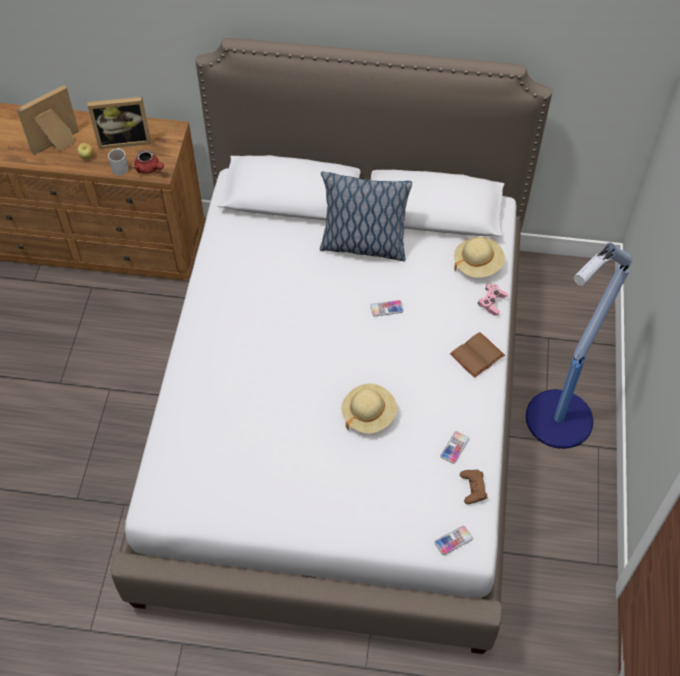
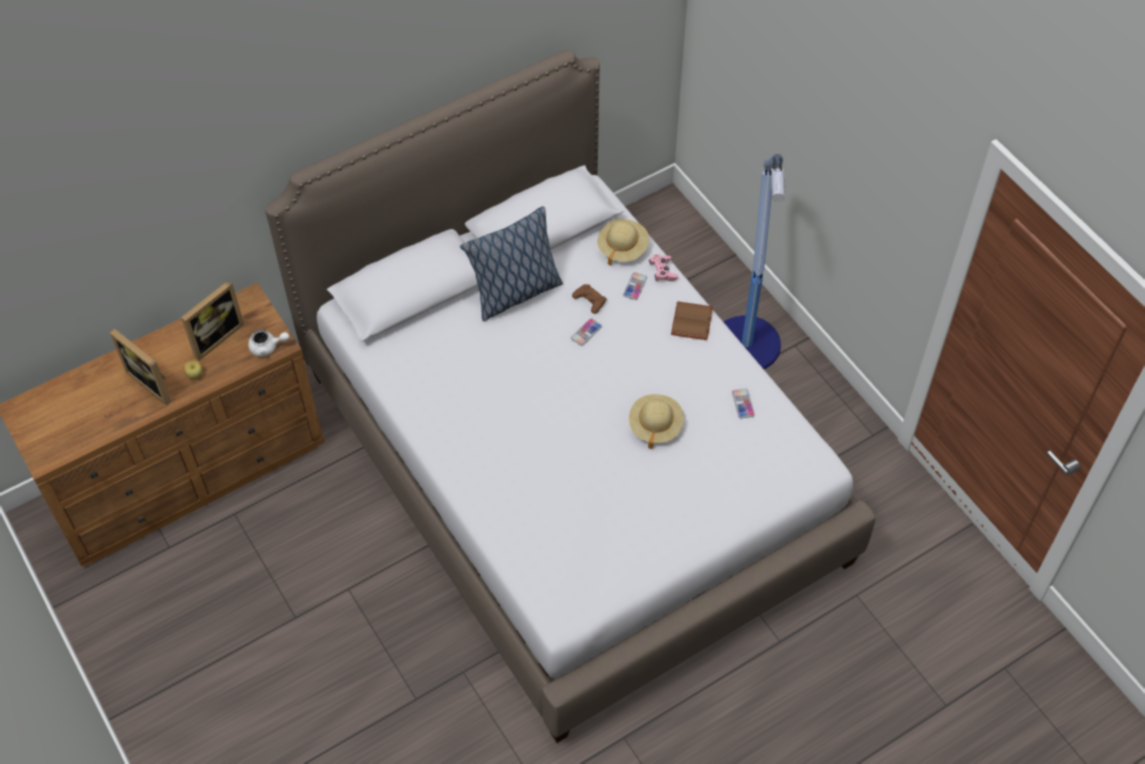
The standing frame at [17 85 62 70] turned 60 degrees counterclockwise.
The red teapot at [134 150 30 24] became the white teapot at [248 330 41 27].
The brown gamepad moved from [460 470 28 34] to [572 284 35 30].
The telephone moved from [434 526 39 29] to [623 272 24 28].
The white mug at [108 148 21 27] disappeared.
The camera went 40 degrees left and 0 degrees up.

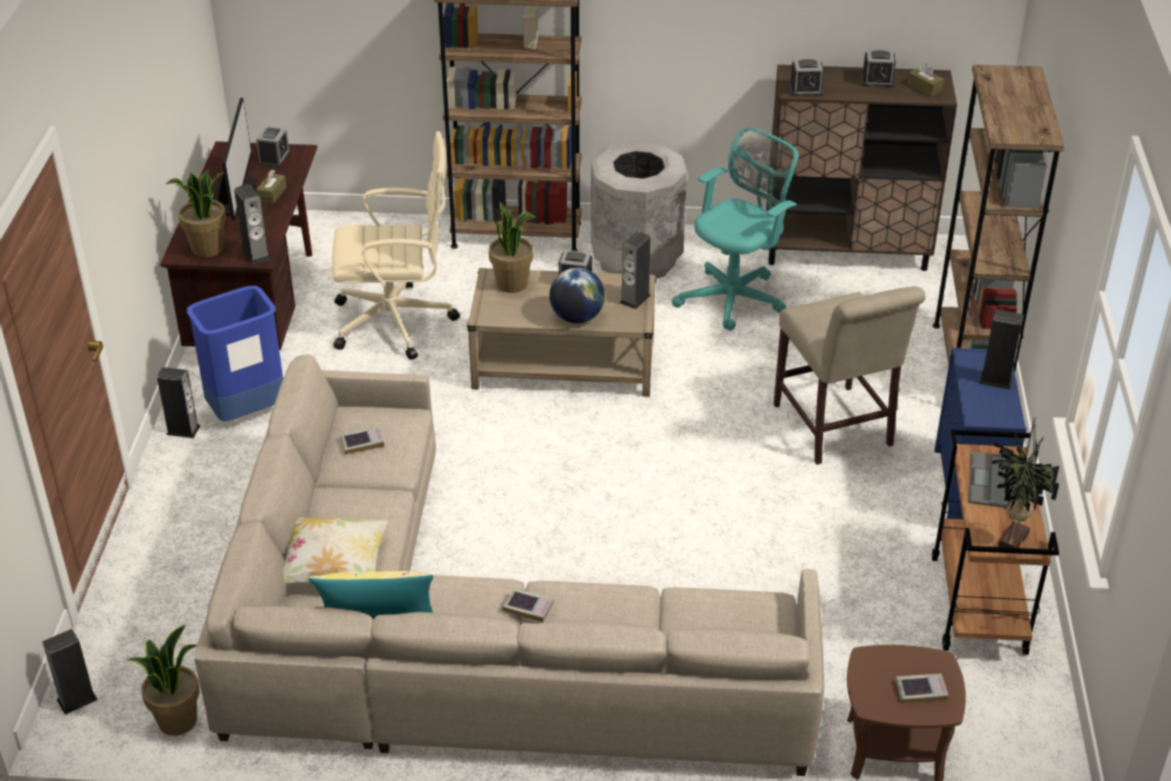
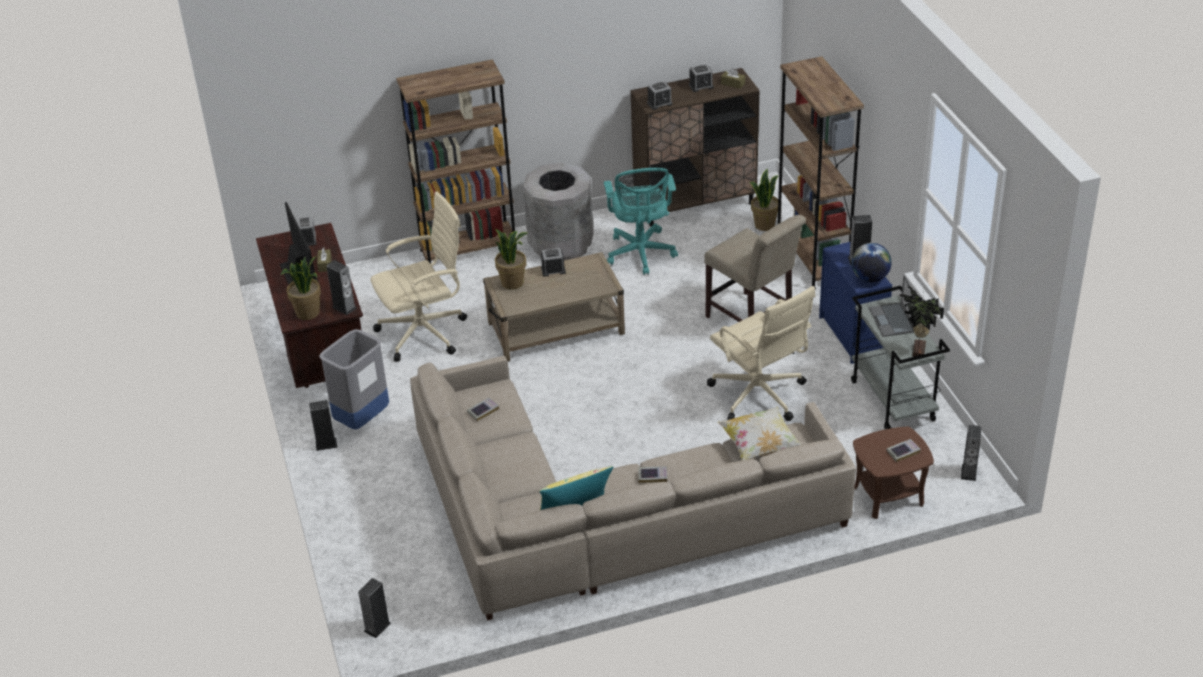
The bluish waste bin at [187 286 96 135] became the grey waste bin at [319 329 70 100].
The blue-green desk chair at [672 127 127 204] turned 150 degrees clockwise.
The beige desk chair at [707 286 108 135] appeared.
The cushion moved from [283 517 106 67] to [718 406 84 55].
The potted plant moved from [127 625 73 111] to [750 169 29 62].
The world globe moved from [549 268 56 55] to [851 243 41 39].
The brown cart at [932 430 127 225] became the grey cart at [851 286 99 143].
The speaker moved from [620 231 31 78] to [961 425 20 56].
The camera went 20 degrees left and 0 degrees up.

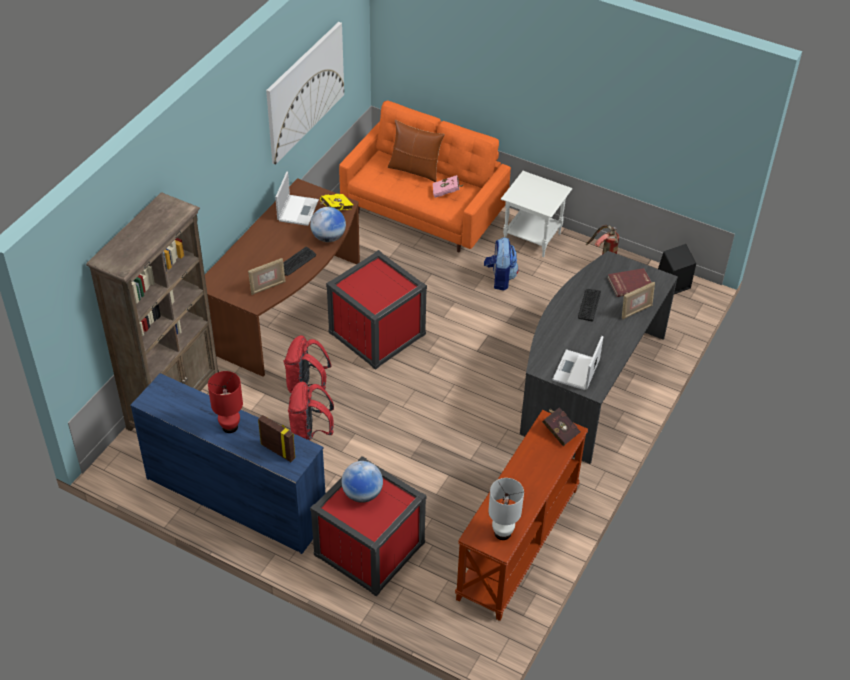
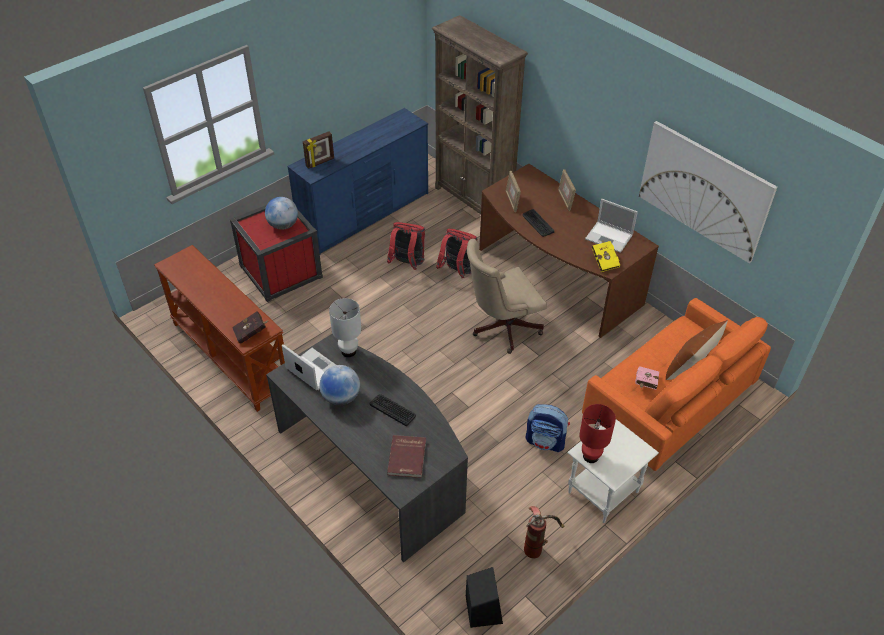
The world globe moved from [310 207 36 35] to [320 365 40 40].
The white lamp for a table moved from [488 478 36 62] to [329 298 32 59].
The red storage box at [326 250 101 120] was replaced by the beige desk chair at [467 239 80 115].
The standing frame moved from [622 282 33 37] to [558 169 18 42].
The red lamp for a table moved from [208 371 35 62] to [579 404 37 59].
The camera went 110 degrees right and 0 degrees up.

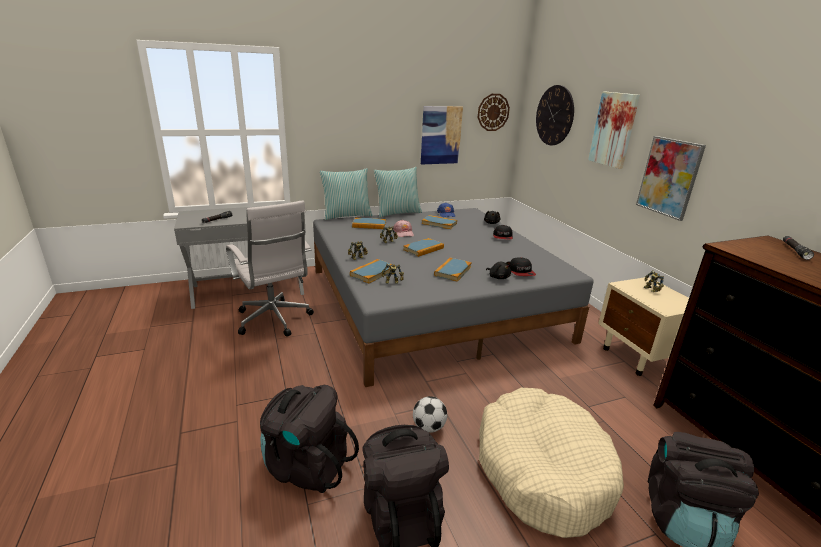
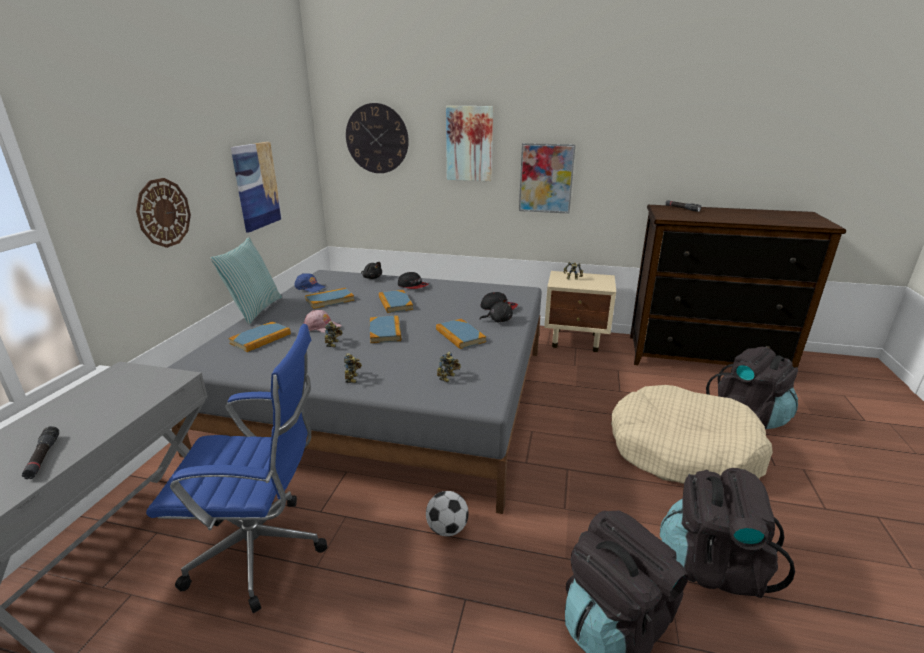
The clock on the wall moved from [477 94 33 37] to [136 178 55 70].
The white desk chair at [226 201 88 136] became the bluish desk chair at [146 324 181 289].
The bound book moved from [350 259 46 24] to [379 290 34 23].
The football ball moved from [413 396 34 37] to [426 491 43 45].
The cushion at [320 168 53 52] disappeared.
The camera went 55 degrees left and 0 degrees up.

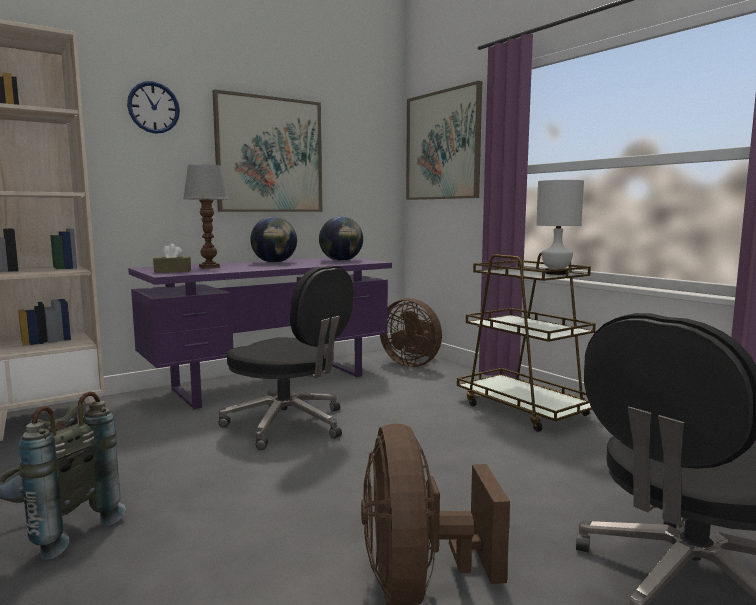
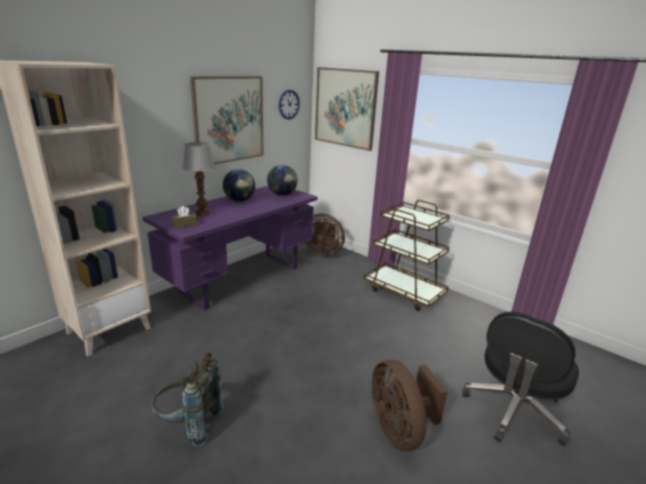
The clock on the wall moved from [127 81 53 53] to [279 90 21 29].
The blackish desk chair at [219 266 135 184] disappeared.
The white lamp for a table at [536 180 48 95] disappeared.
The camera went 15 degrees left and 15 degrees up.

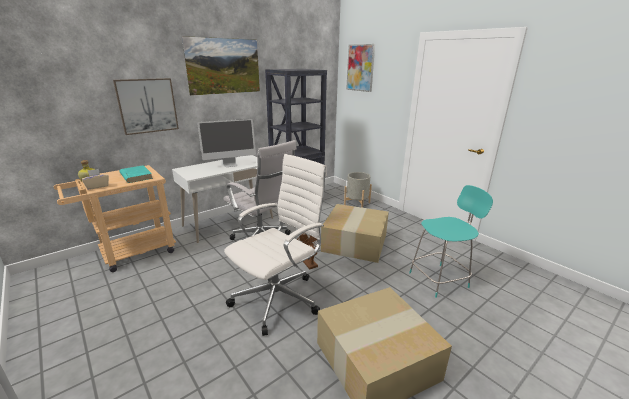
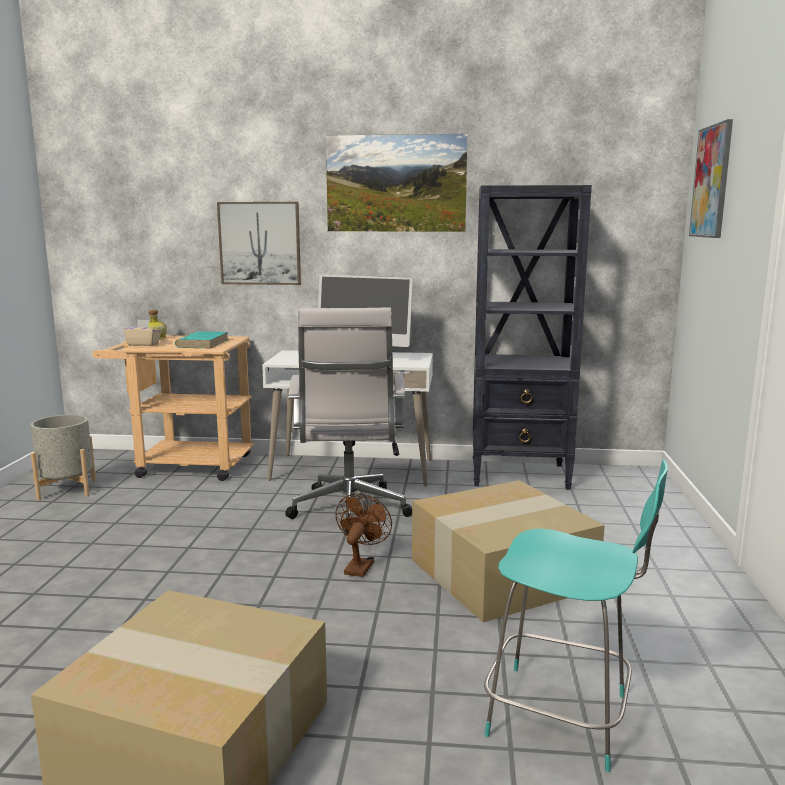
The grey plant pot moved from [344 172 28 36] to [30 414 66 87].
The white desk chair at [224 154 103 182] disappeared.
The camera went 45 degrees right and 10 degrees down.

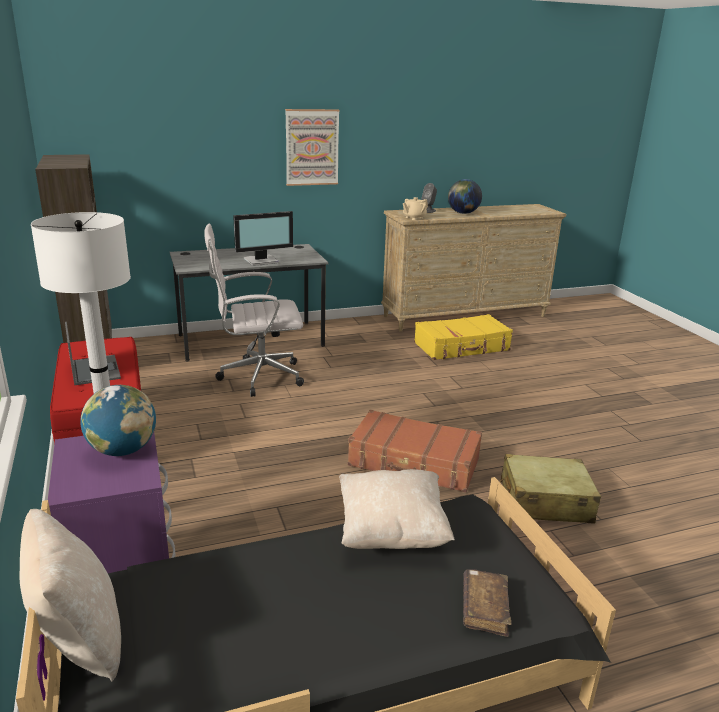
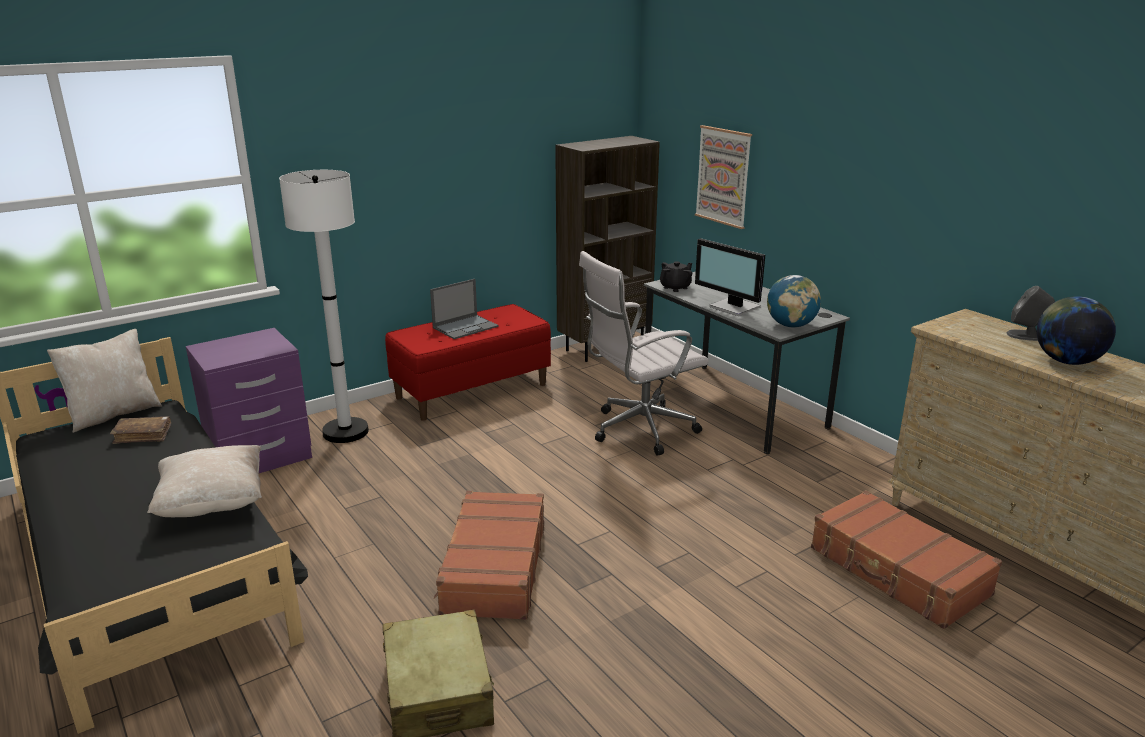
The brown bound book moved from [463 569 48 68] to [110 416 61 28].
The white desk chair at [204 224 100 173] turned 90 degrees counterclockwise.
The blackish teapot at [660 261 32 31] appeared.
The wall picture moved from [285 109 54 77] to [695 125 57 104].
The world globe moved from [80 385 76 71] to [767 275 54 53].
The yellow travel case at [414 314 99 46] became the brown travel case at [811 490 191 139].
The beige teapot at [403 197 25 23] disappeared.
The camera went 75 degrees right and 0 degrees up.

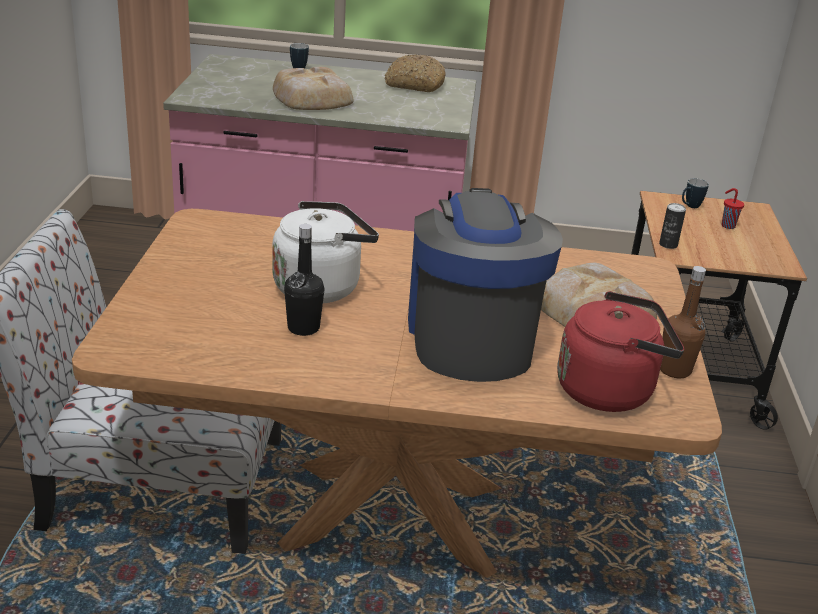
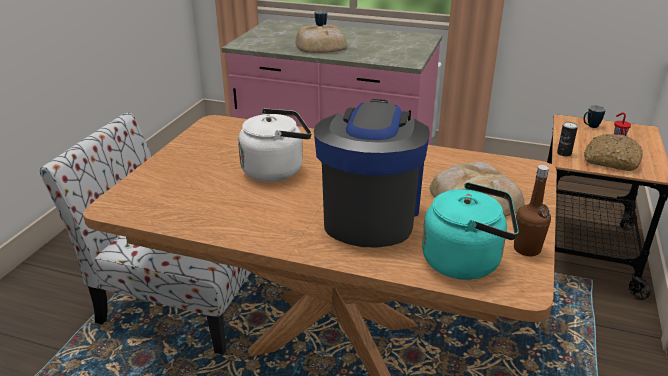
The red tea kettle at [557 291 127 121] became the blue-green tea kettle at [422 182 97 98].
The bakery bread moved from [385 54 61 38] to [584 134 59 37].
The blackish beverage bottle at [284 224 41 112] disappeared.
The camera went 15 degrees right and 0 degrees up.

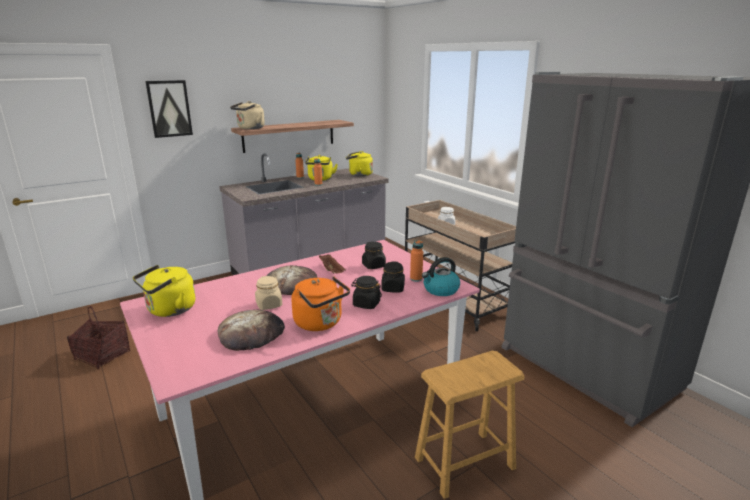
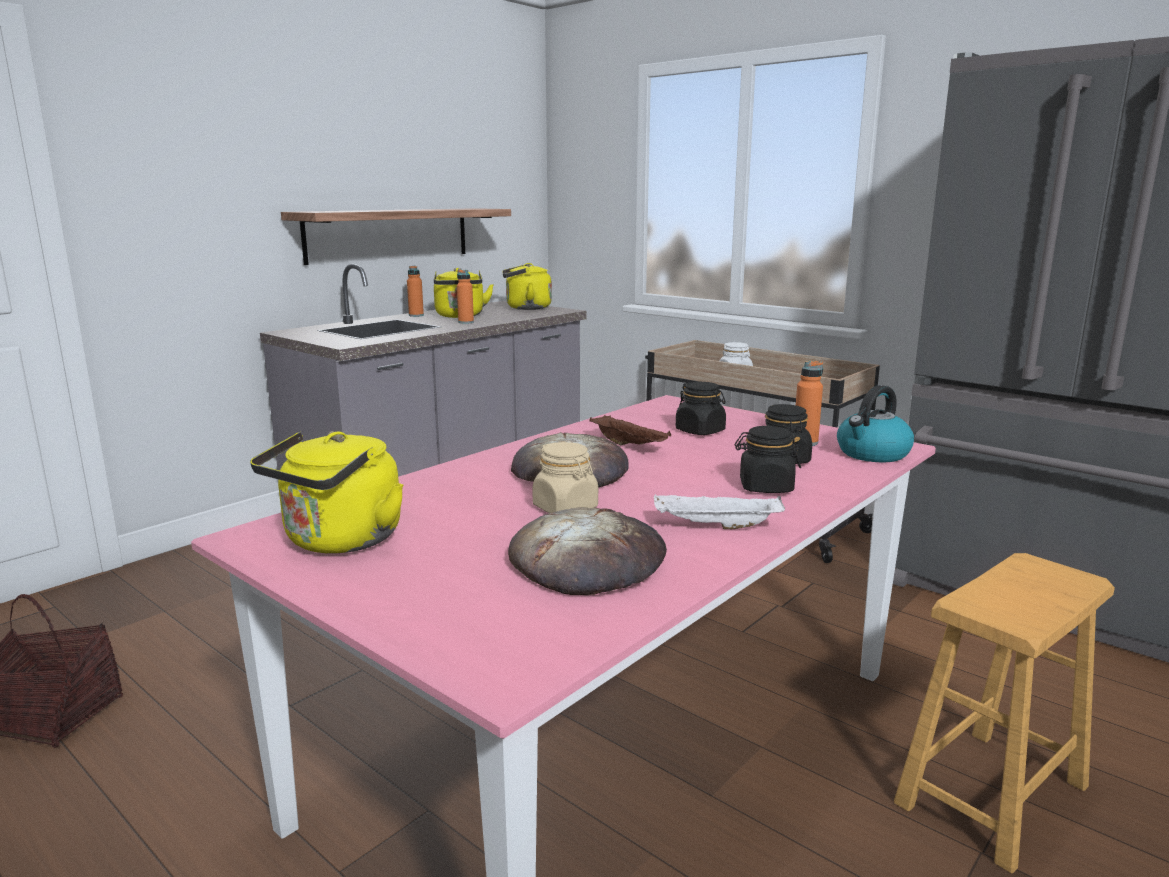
The orangey tea kettle at [291 276 59 55] was replaced by the white tray at [654 494 131 35].
The wall picture at [145 80 48 58] disappeared.
The beige tea kettle at [230 101 35 28] disappeared.
The camera went 15 degrees left and 5 degrees down.

